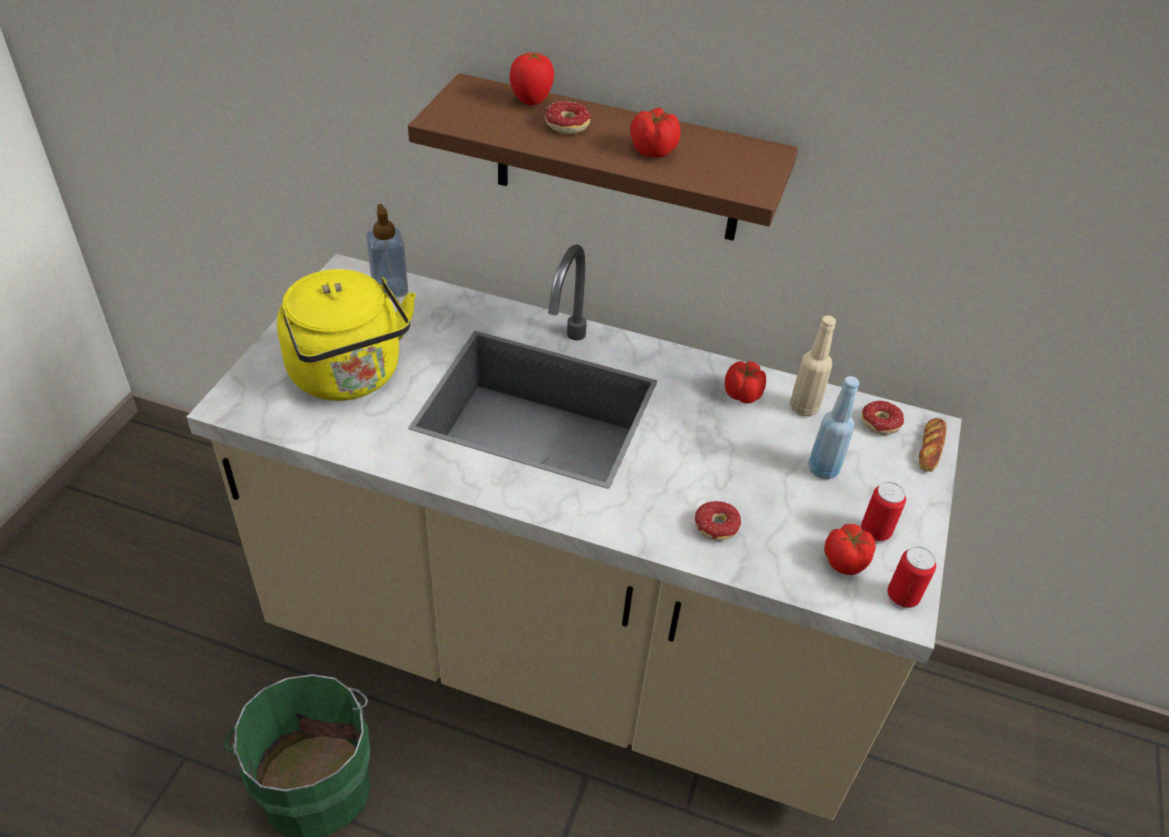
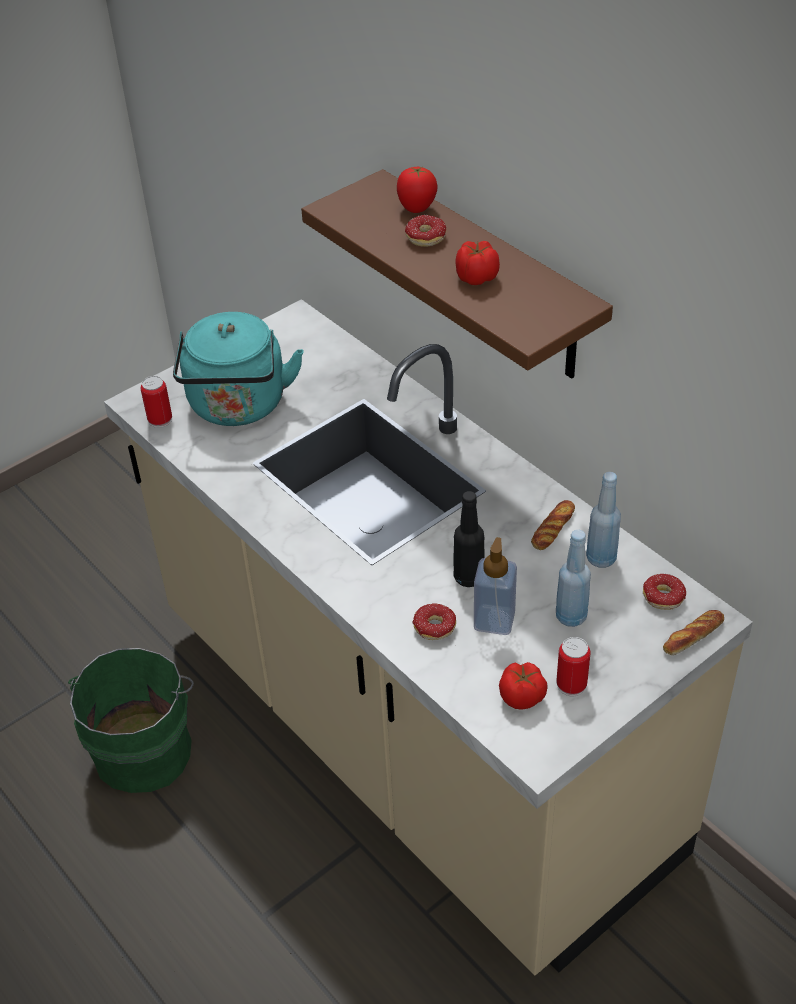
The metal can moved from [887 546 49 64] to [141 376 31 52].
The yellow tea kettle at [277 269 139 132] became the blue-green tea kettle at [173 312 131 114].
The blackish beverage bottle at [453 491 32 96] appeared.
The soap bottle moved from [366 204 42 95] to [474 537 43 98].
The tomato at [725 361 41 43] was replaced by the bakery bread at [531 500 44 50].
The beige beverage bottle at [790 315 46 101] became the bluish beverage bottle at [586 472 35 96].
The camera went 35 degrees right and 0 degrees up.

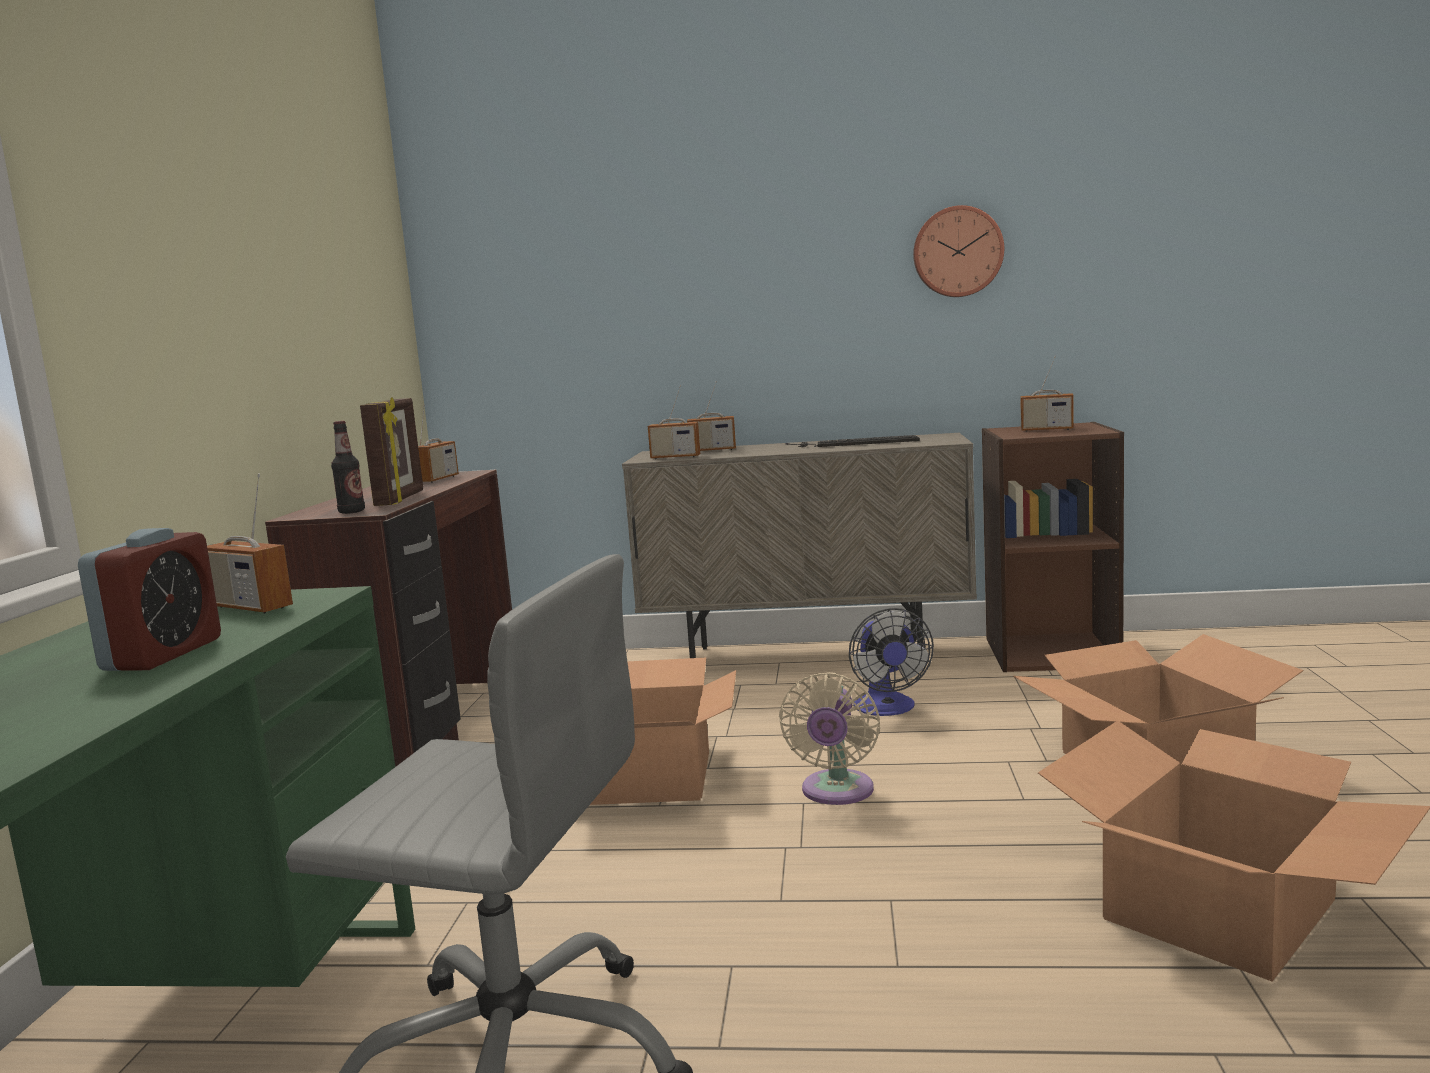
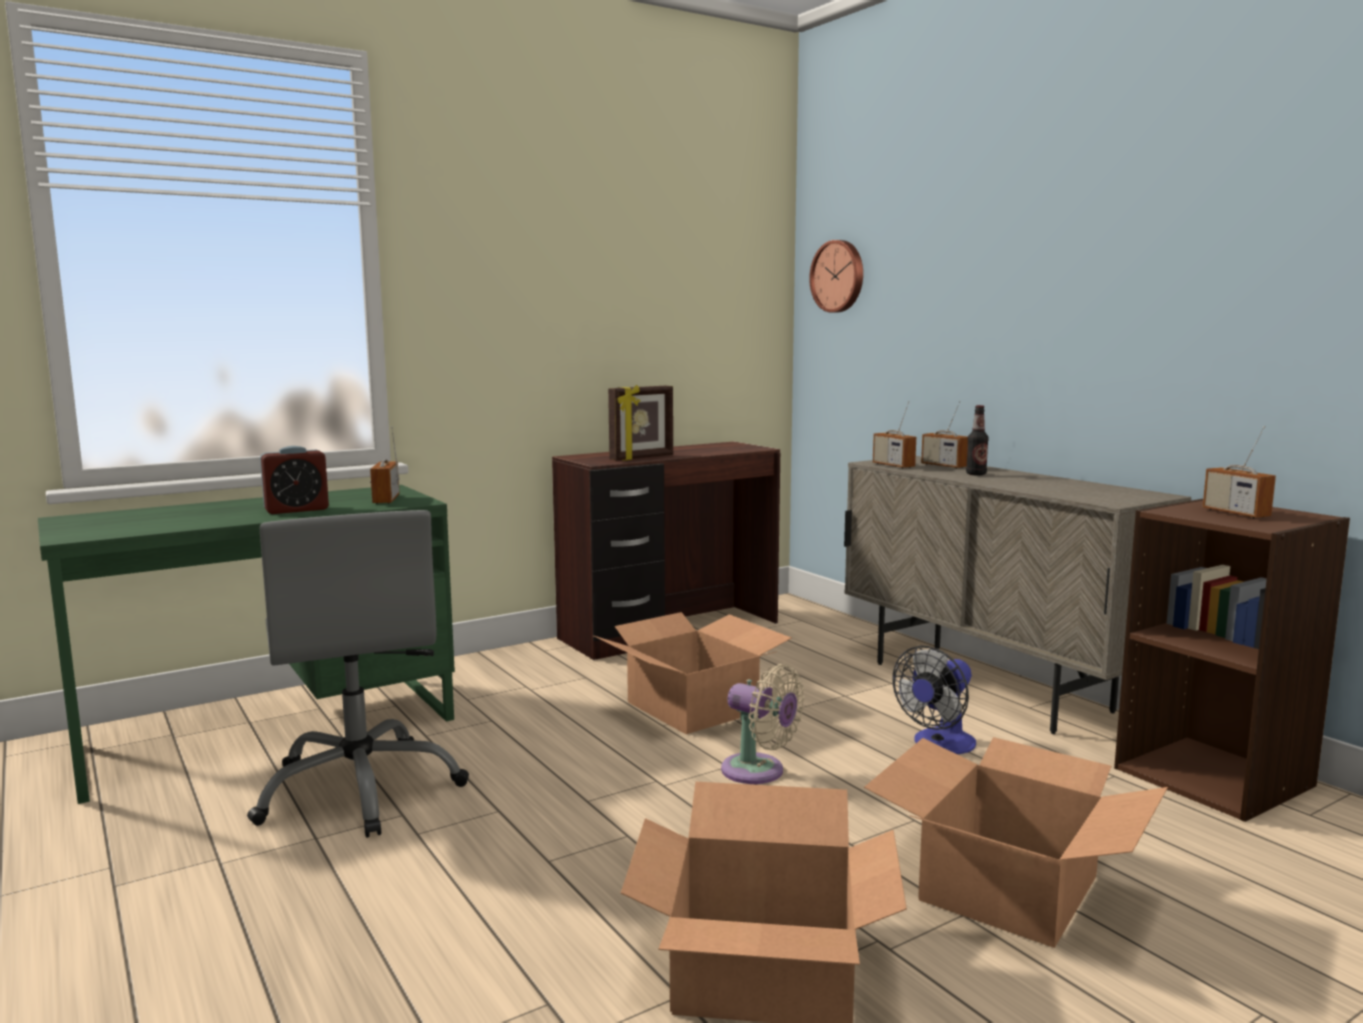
The beige electric fan at [779 672 101 133] turned 120 degrees counterclockwise.
The clock on the wall moved from [913 205 91 92] to [809 240 54 73].
The beverage bottle moved from [331 421 34 93] to [966 405 23 71].
The radio set at [418 405 41 78] disappeared.
The computer keyboard at [786 435 134 12] disappeared.
The camera went 50 degrees right and 0 degrees up.

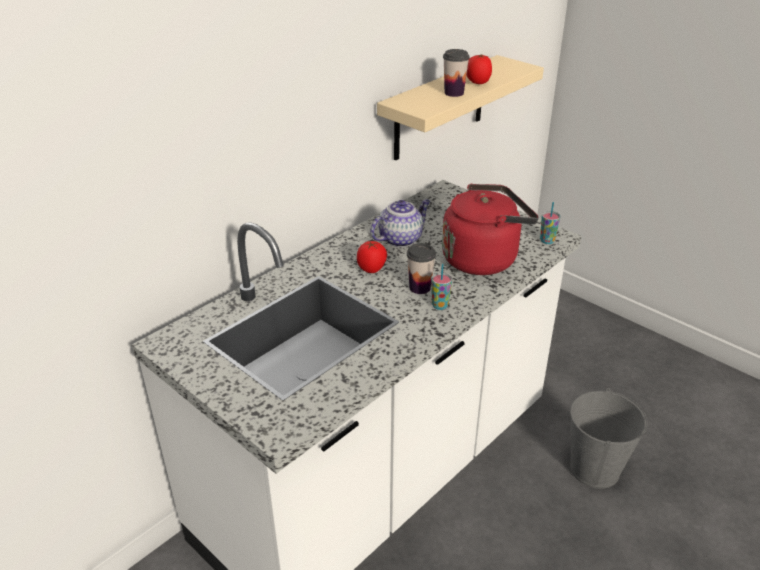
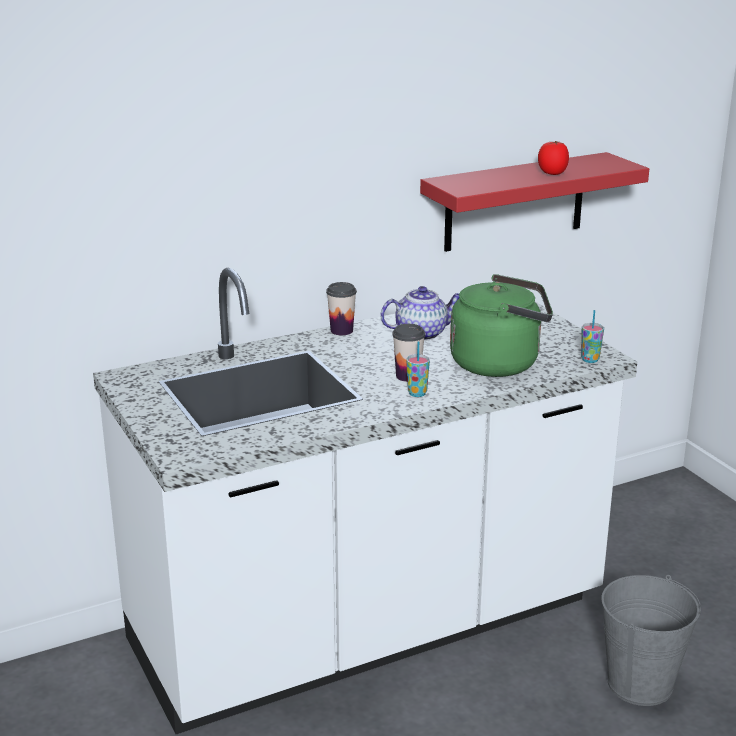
The small cup moved from [443 49 27 48] to [326 282 31 53].
The beige bracket shelf at [377 55 167 105] became the red bracket shelf at [420 152 229 100].
The red tea kettle at [442 184 96 91] became the green-coloured tea kettle at [450 274 103 103].
The tomato at [357 241 30 32] disappeared.
The camera went 20 degrees right and 10 degrees down.

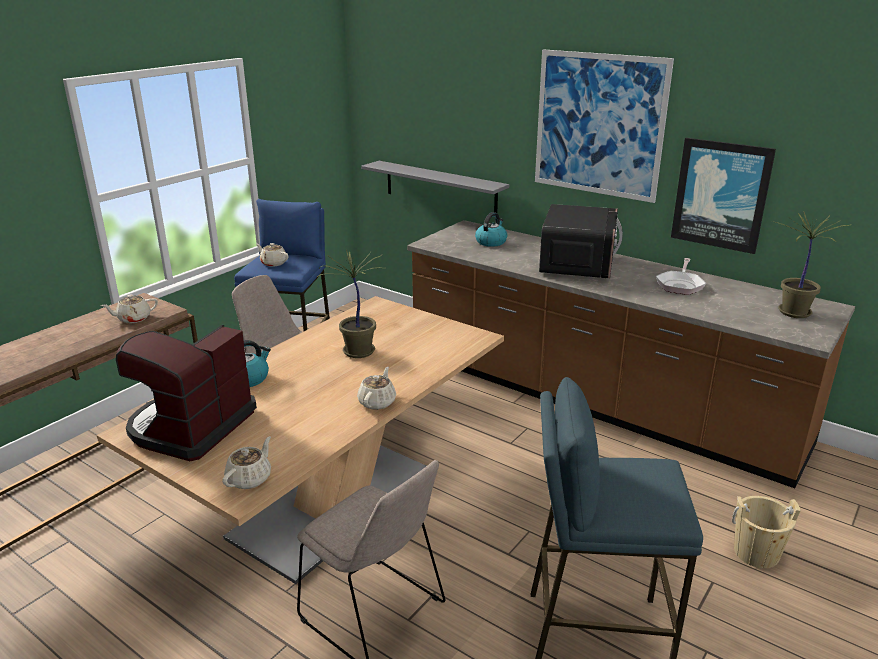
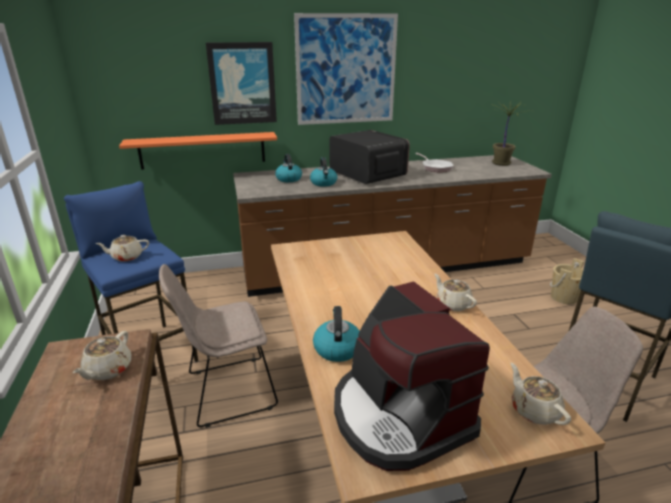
The grey bracket shelf at [361 161 148 52] became the orangey bracket shelf at [119 132 158 38].
The wall picture moved from [671 138 105 116] to [206 42 71 83].
The tea kettle at [310 157 27 29] appeared.
The potted plant at [317 250 65 108] disappeared.
The camera went 50 degrees left and 0 degrees up.

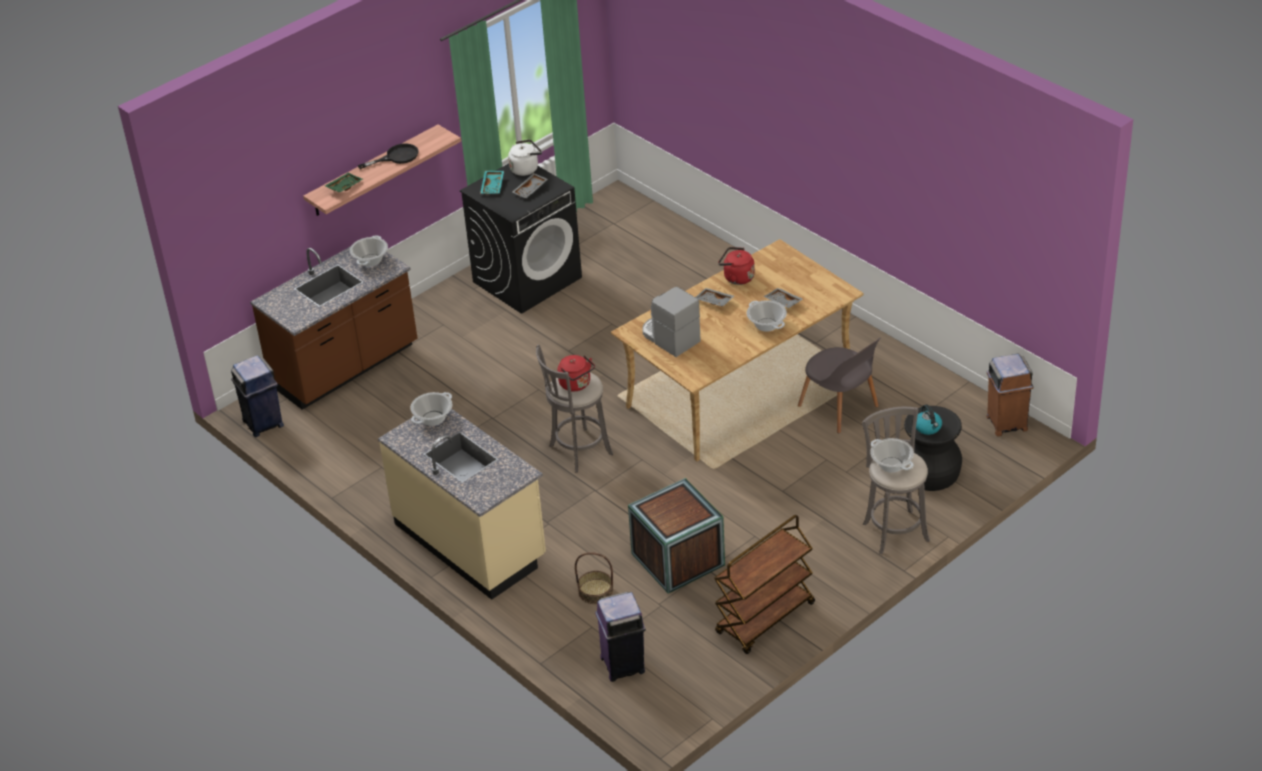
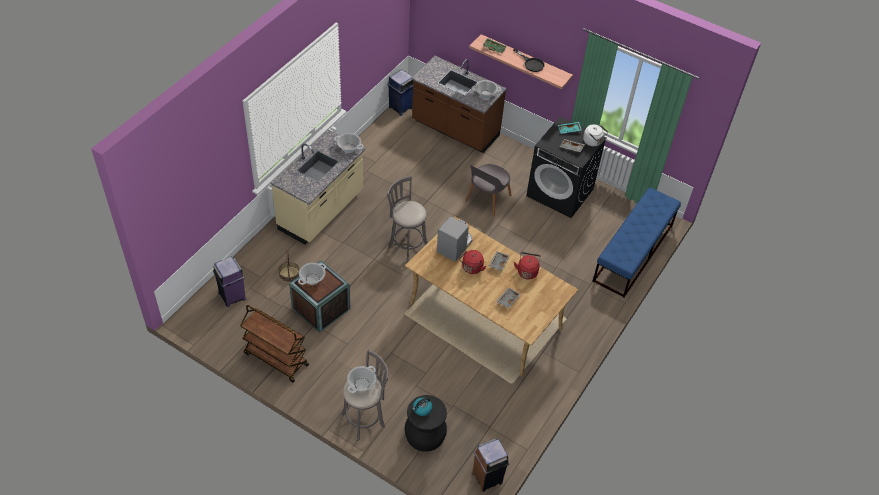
The cooking pot moved from [747 300 40 32] to [298 263 28 22].
The red tea kettle moved from [558 355 37 36] to [459 250 27 24].
The grey chair moved from [798 338 82 95] to [465 164 47 52].
The bluish bench at [593 187 88 110] appeared.
The camera went 70 degrees right and 10 degrees up.

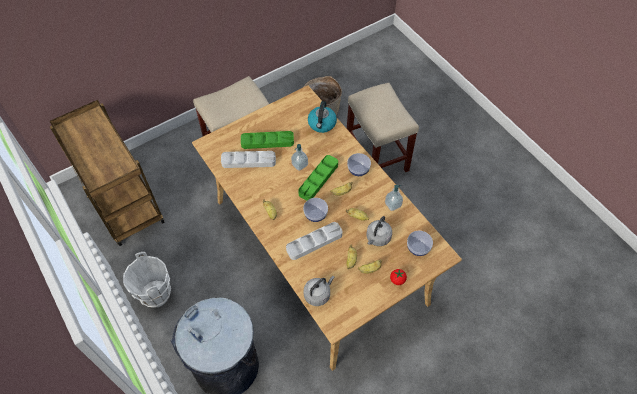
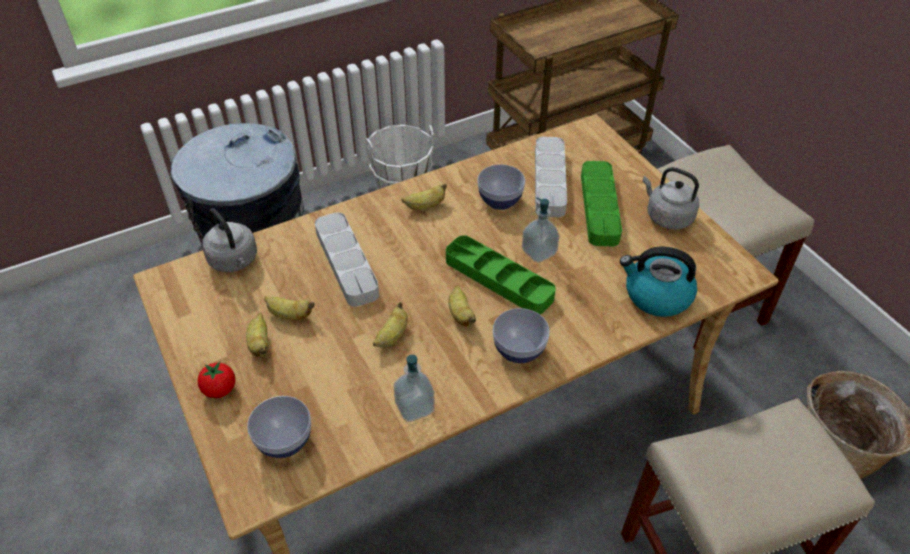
The deep dish moved from [303 198 25 24] to [478 164 47 46].
The grey tea kettle moved from [367 216 25 30] to [642 167 57 63].
The camera went 95 degrees right and 10 degrees down.

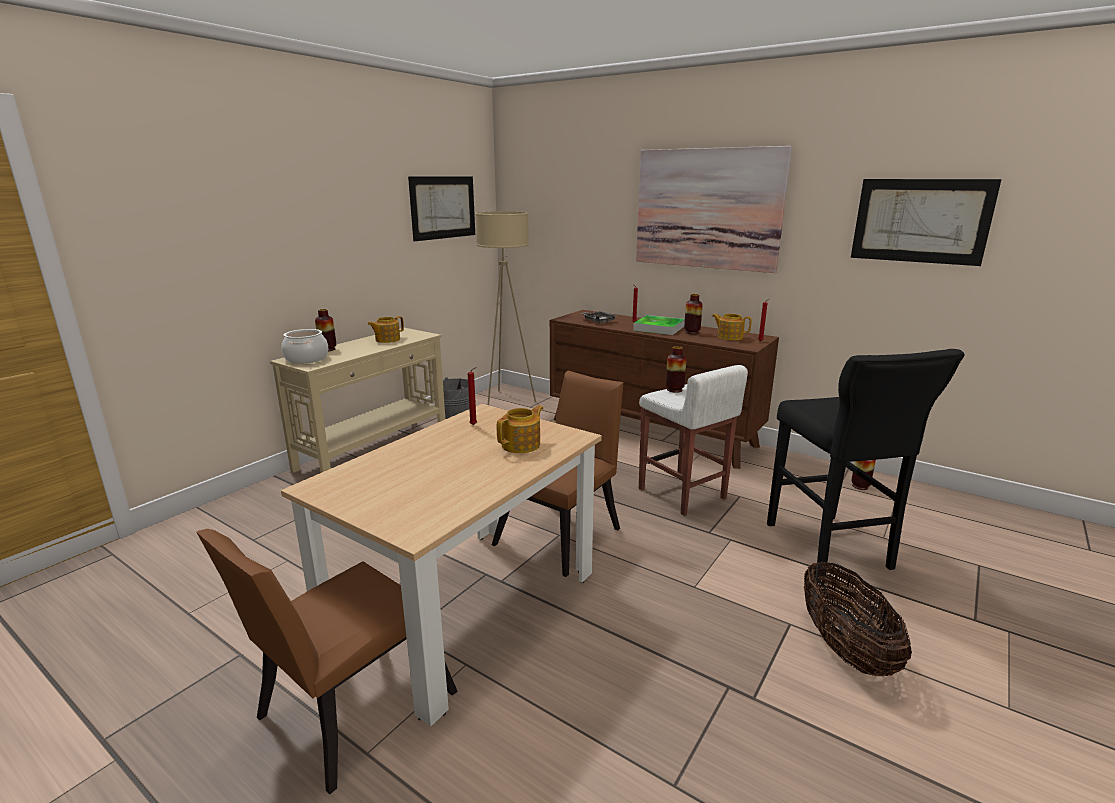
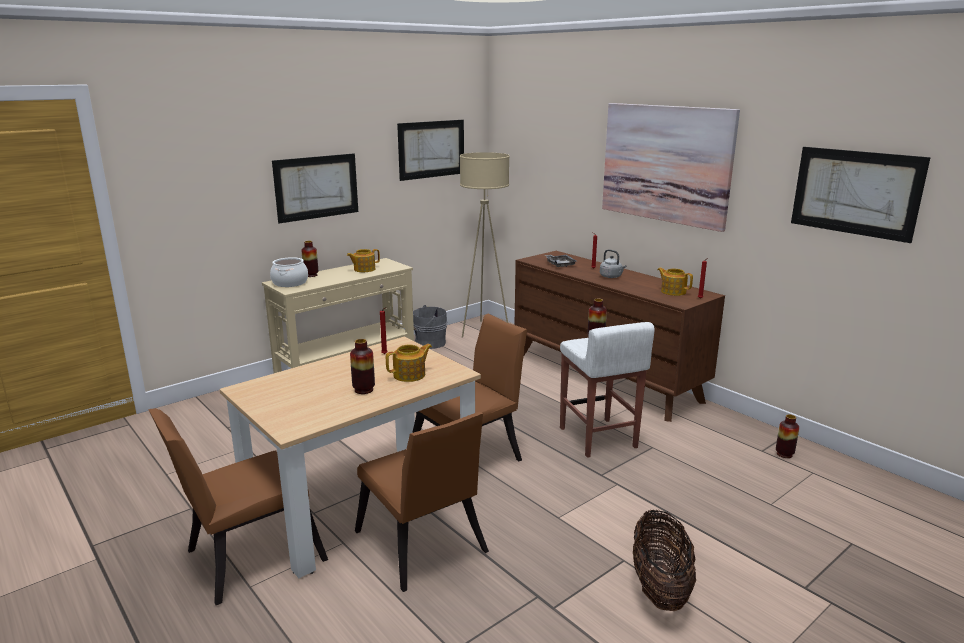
The wall picture at [272 153 86 70] appeared.
The decorative vase moved from [684 294 19 40] to [350 339 25 55].
The brown chair at [355 412 134 180] appeared.
The tray at [633 315 52 20] was replaced by the grey tea kettle at [600 249 26 29].
The blackish sitting stool at [767 349 198 225] disappeared.
The camera went 15 degrees right and 0 degrees up.

